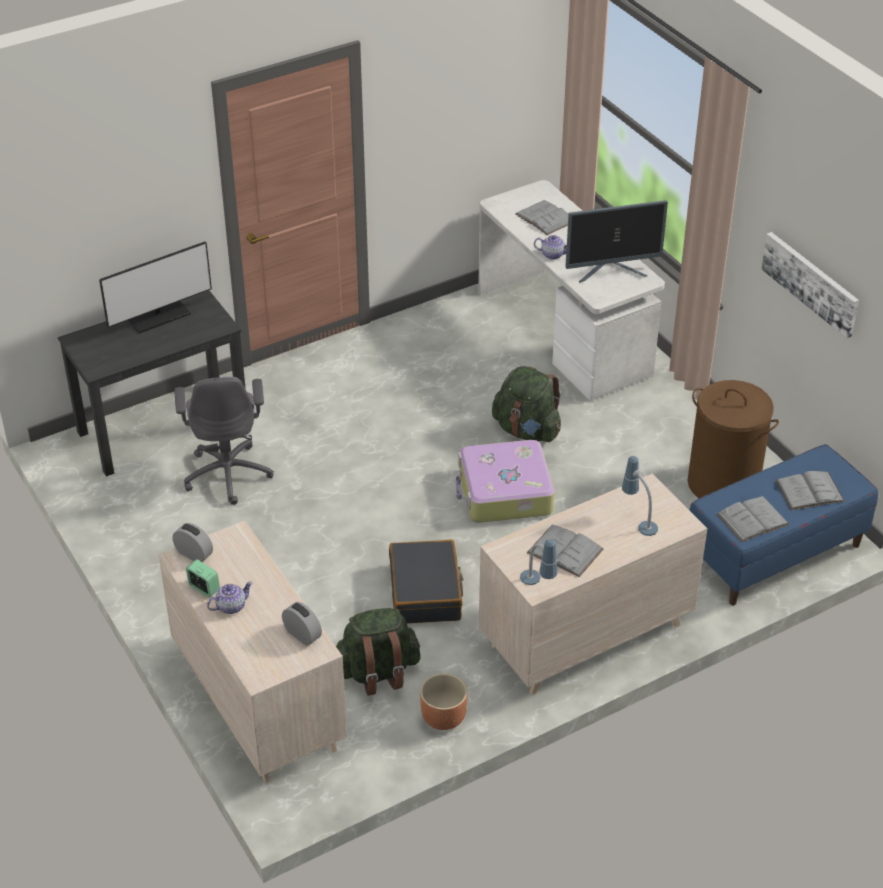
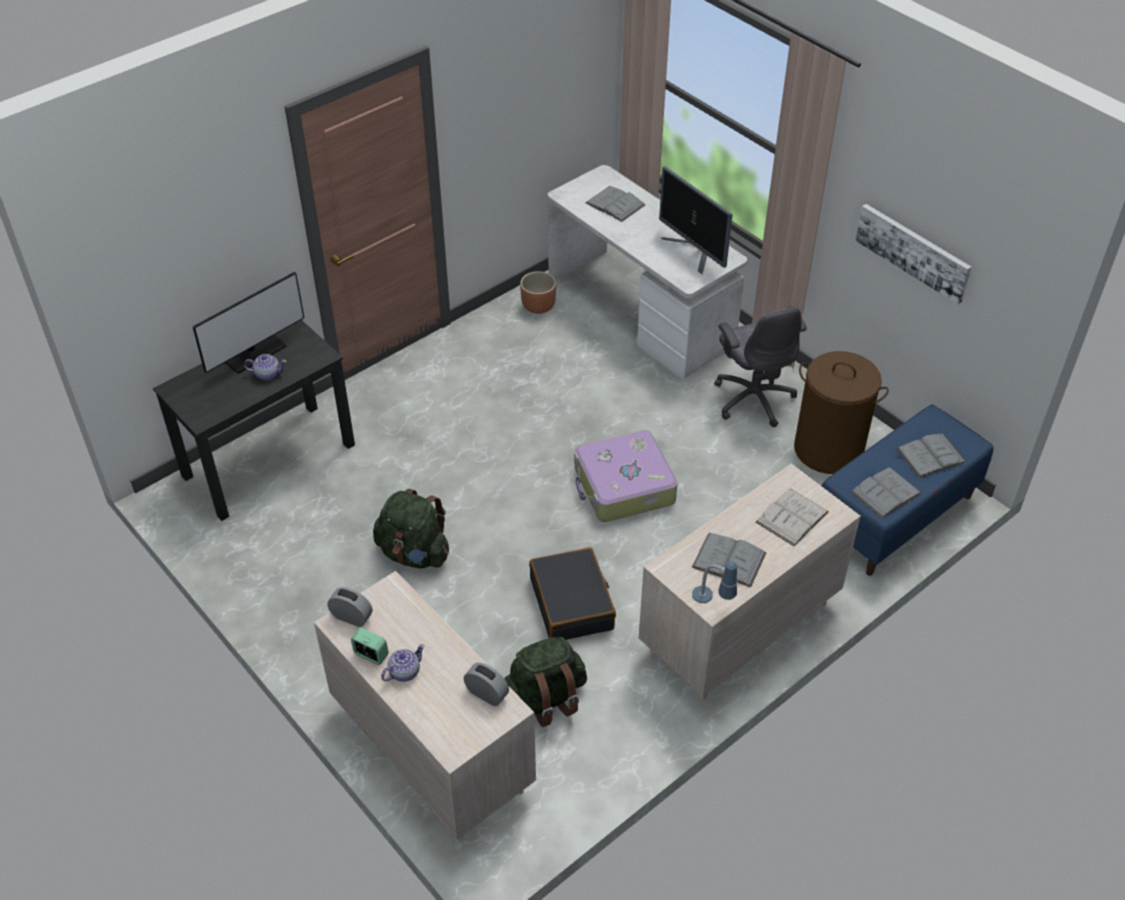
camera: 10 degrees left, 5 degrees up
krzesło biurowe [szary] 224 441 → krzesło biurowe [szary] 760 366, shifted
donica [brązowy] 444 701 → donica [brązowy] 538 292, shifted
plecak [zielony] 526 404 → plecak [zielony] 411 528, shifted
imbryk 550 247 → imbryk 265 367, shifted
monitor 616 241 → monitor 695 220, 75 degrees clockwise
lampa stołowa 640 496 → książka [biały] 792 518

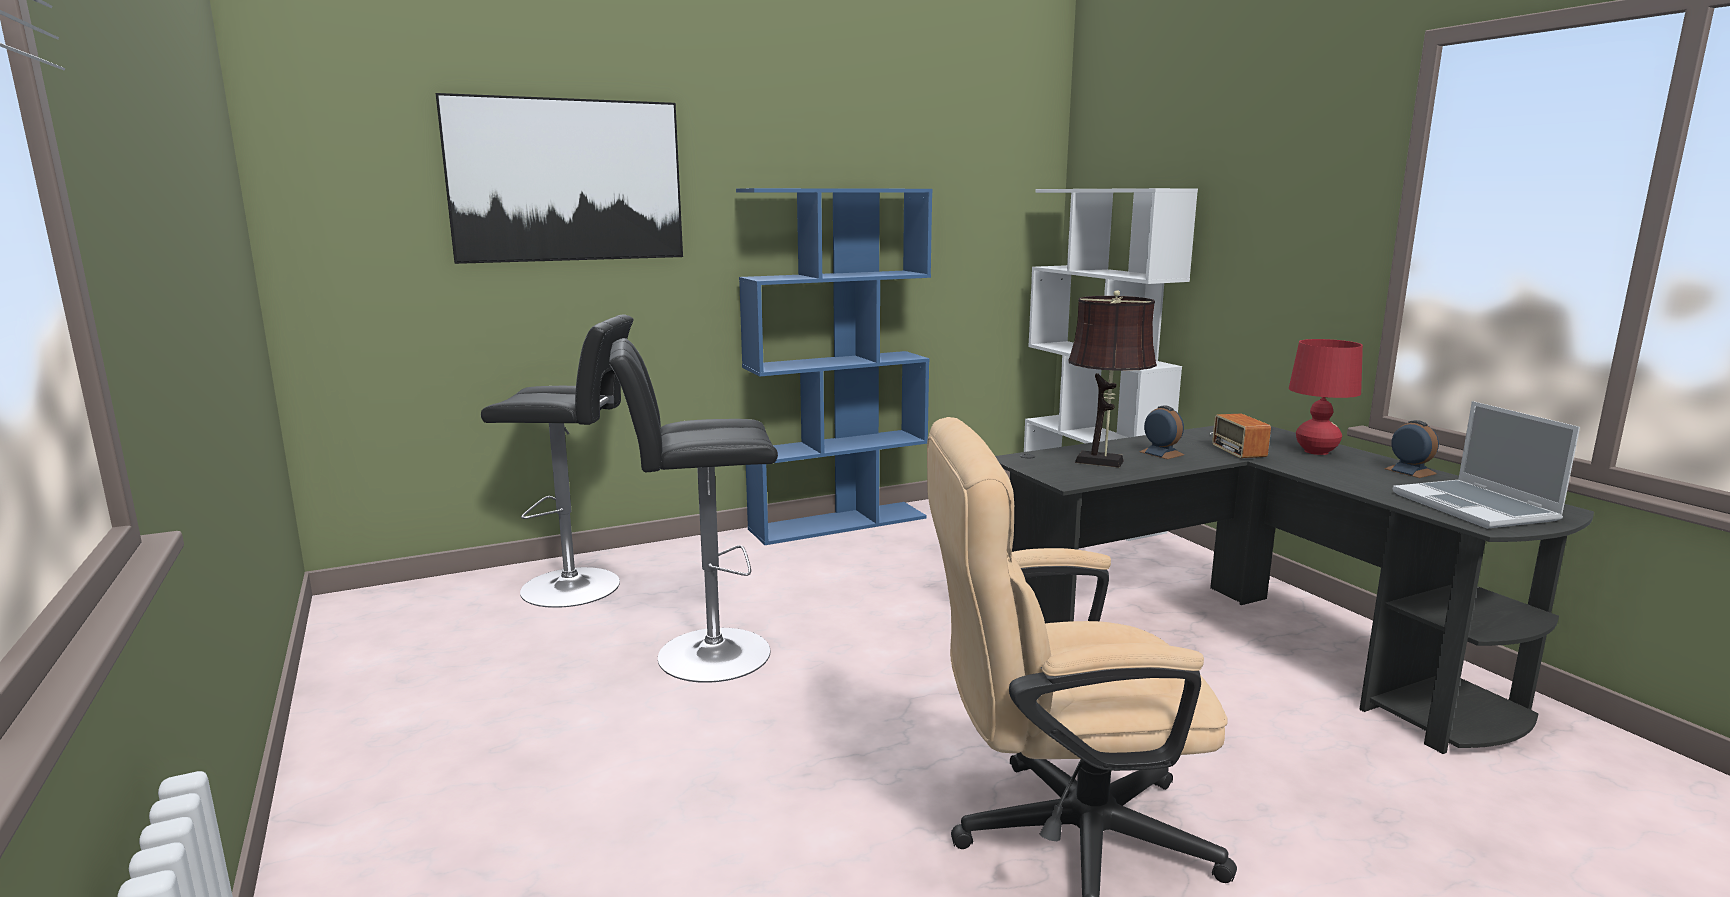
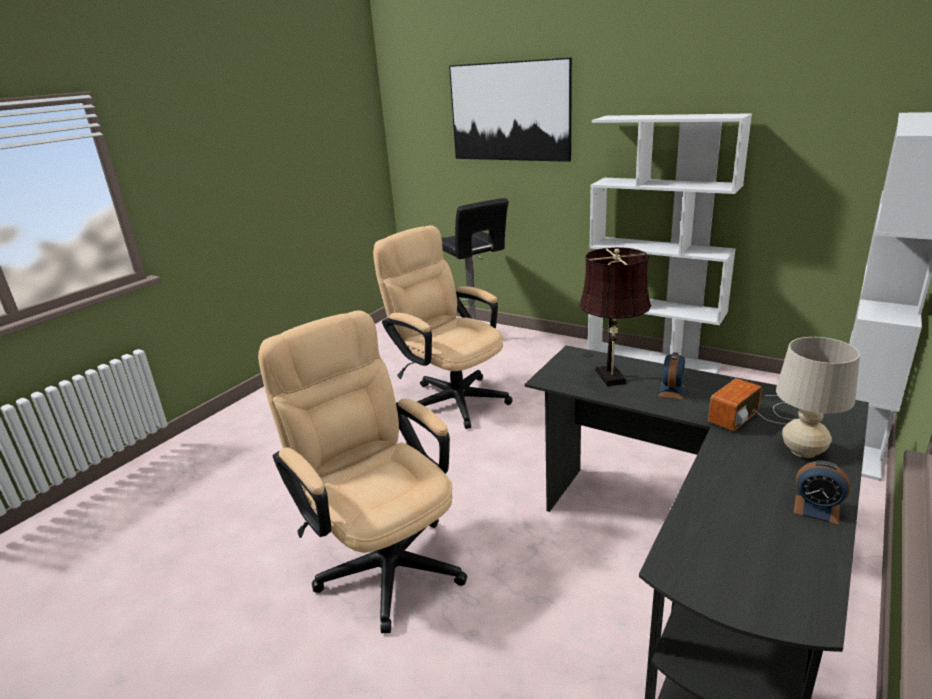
camera: 60 degrees right, 10 degrees up
stołek [czarny] 693 510 → krzesło biurowe [beżowy] 442 327
regał [niebieski] 834 366 → regał [biały] 670 243
lampa stołowa [czerwony] 1326 397 → lampa stołowa [beżowy] 818 397
budzik 1411 449 → budzik 821 492, 90 degrees clockwise
laptop 1486 465 → -

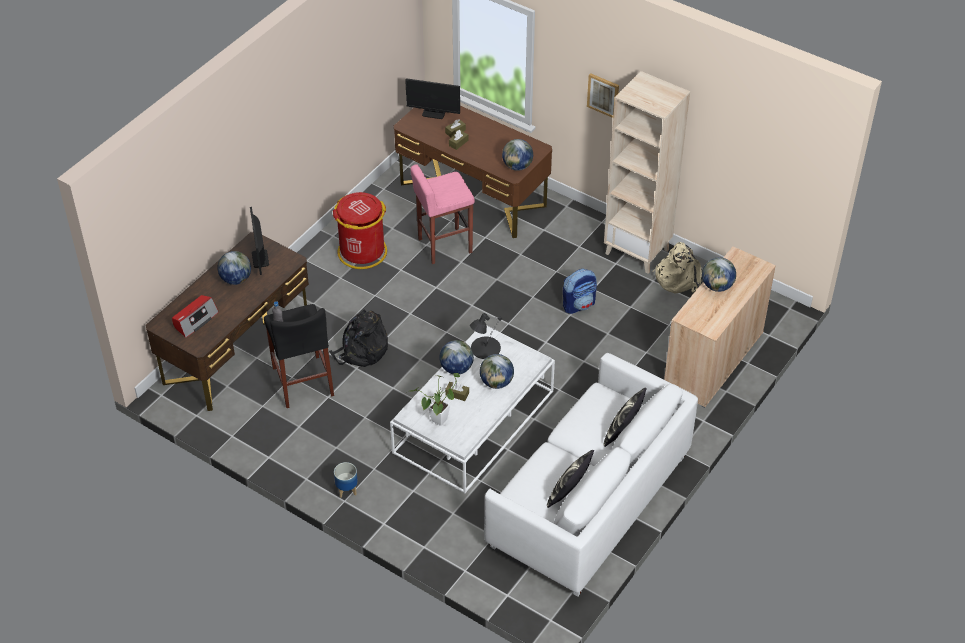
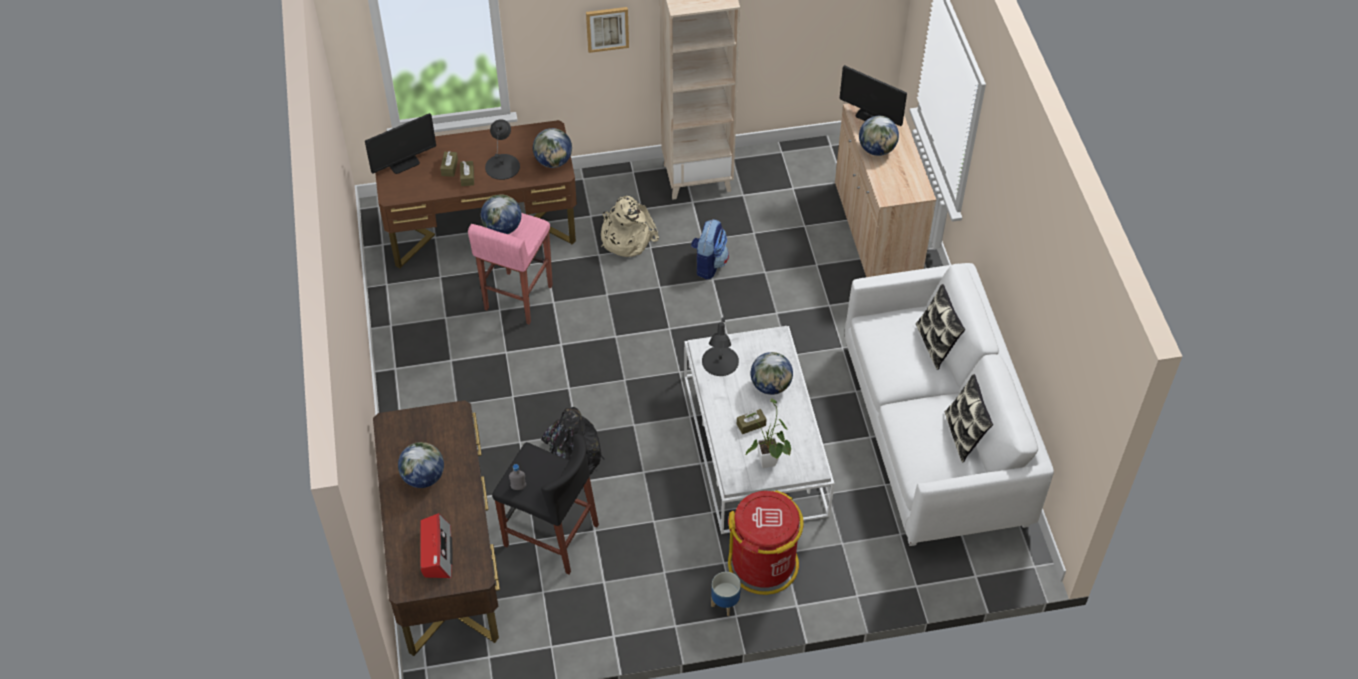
camera: 45 degrees left, 5 degrees up
monitor 259 241 → monitor 873 95, shifted
kosz na śmieci [czerwony] 360 230 → kosz na śmieci [czerwony] 766 542, shifted
globus 456 357 → globus 501 214, shifted
plecak [beżowy] 677 267 → plecak [beżowy] 630 226, shifted
- → lampa stołowa [czarny] 502 149

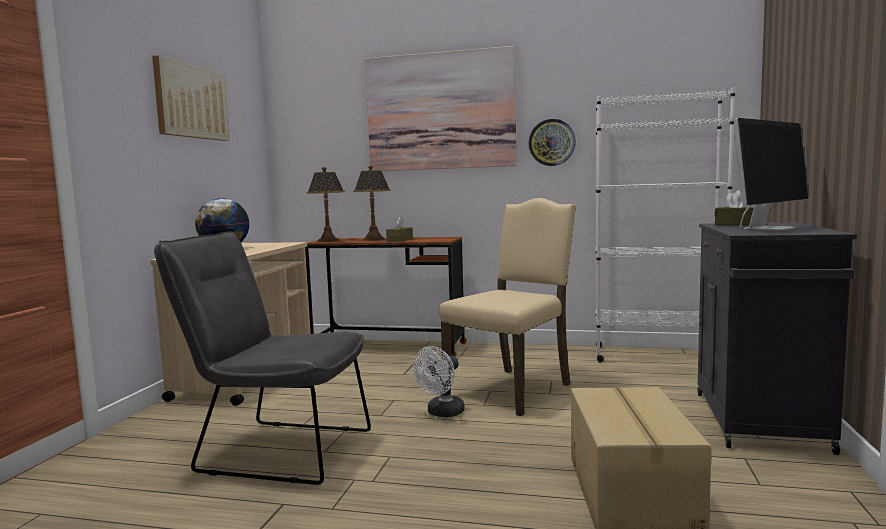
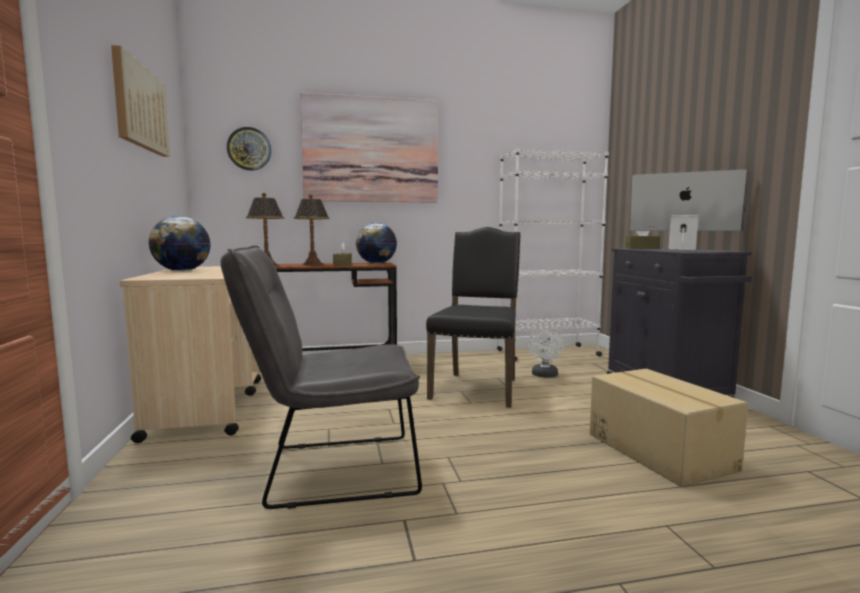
camera: 25 degrees left, 0 degrees up
wentylator [biały] 439 381 → wentylator [biały] 546 353, shifted
krzesło [beżowy] 507 307 → krzesło [czarny] 473 317
zegar ścienny 552 142 → zegar ścienny 249 149, shifted
monitor 771 174 → monitor 688 210, 90 degrees counterclockwise
- → globus 376 243

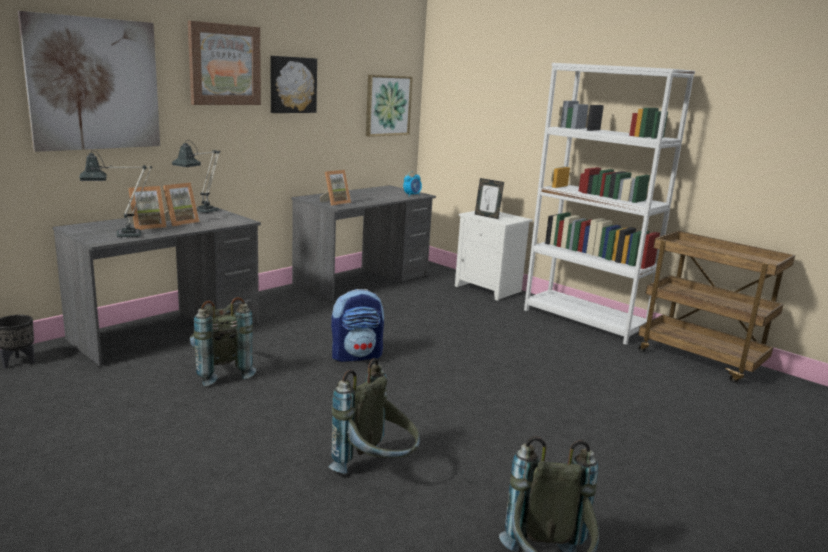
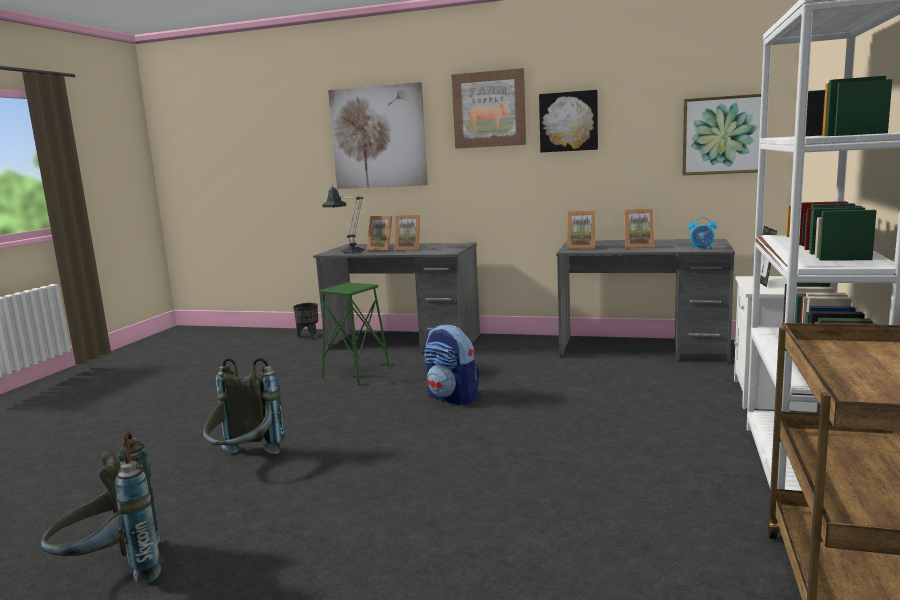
camera: 65 degrees right, 5 degrees down
lampa stołowa 196 176 → -
plecak [szary] 223 341 → stołek [zielony] 355 333
- → ramka na zdjęcie 639 228

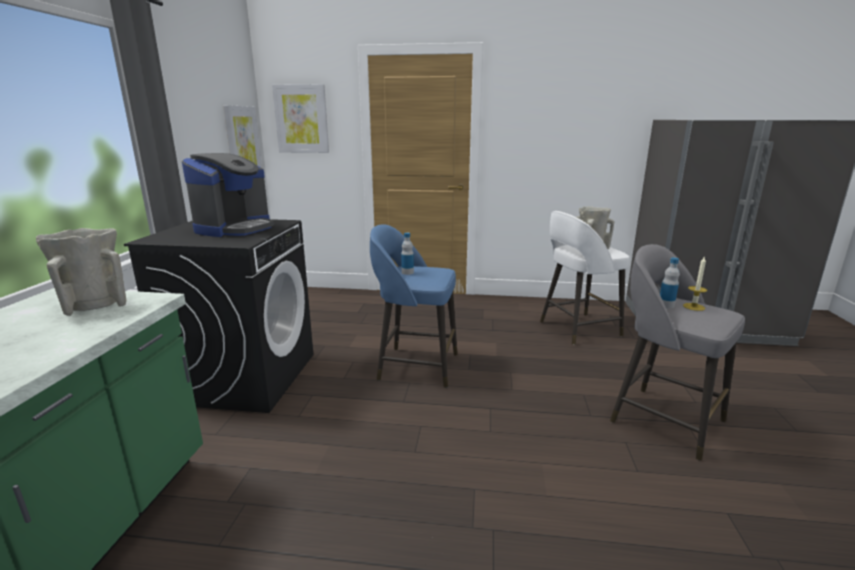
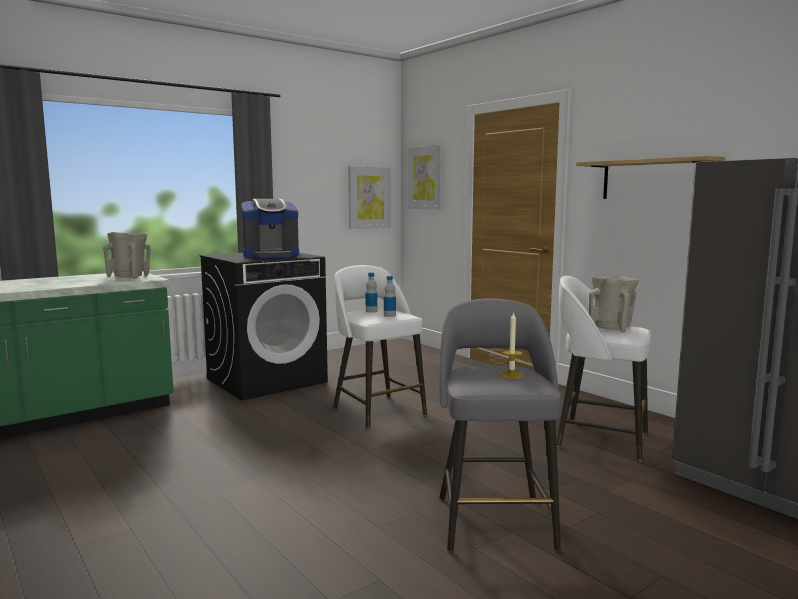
camera: 45 degrees right, 10 degrees down
stołek [niebieski] 414 306 → stołek [biały] 380 347
butelka 670 283 → butelka 390 296, shifted
- → półka 650 177

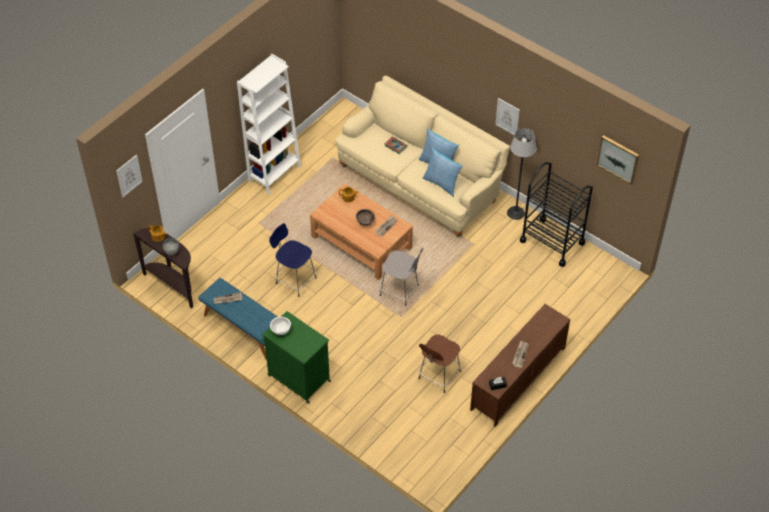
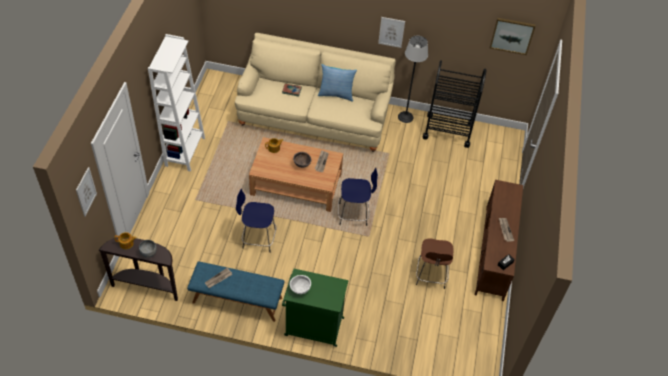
camera: 30 degrees left, 0 degrees up
stołek [szary] 401 277 → stołek [niebieski] 358 197
poduszka 443 172 → -

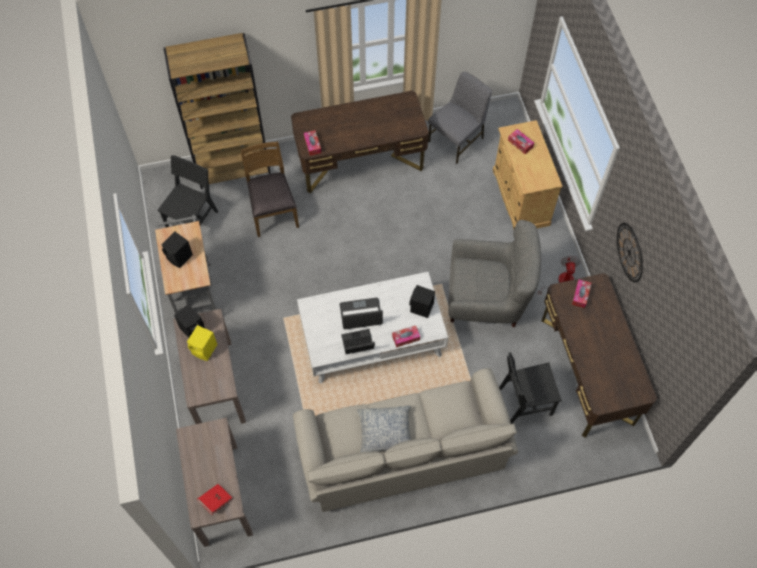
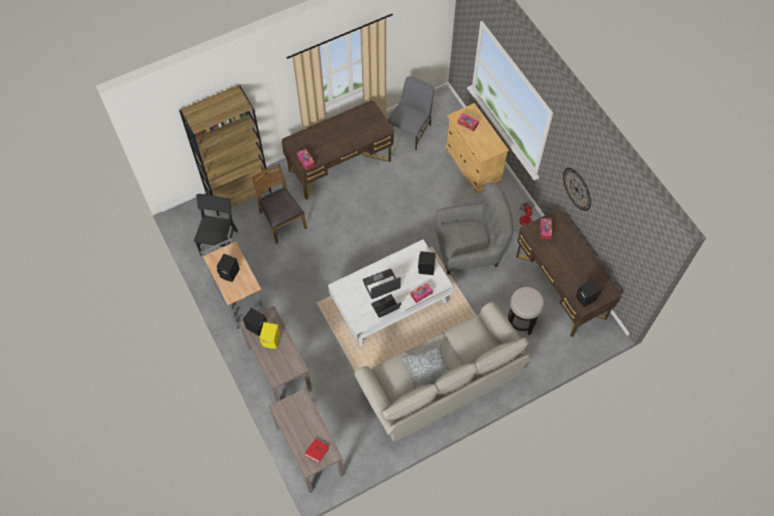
camera: 15 degrees left, 0 degrees up
krzesło [czarny] 530 388 → stołek 526 310
- → głośnik [czarny] 588 293

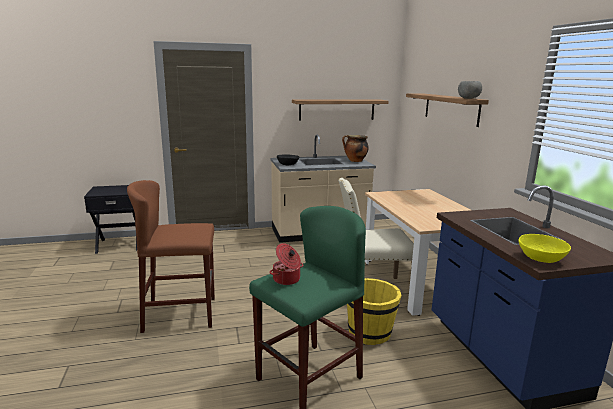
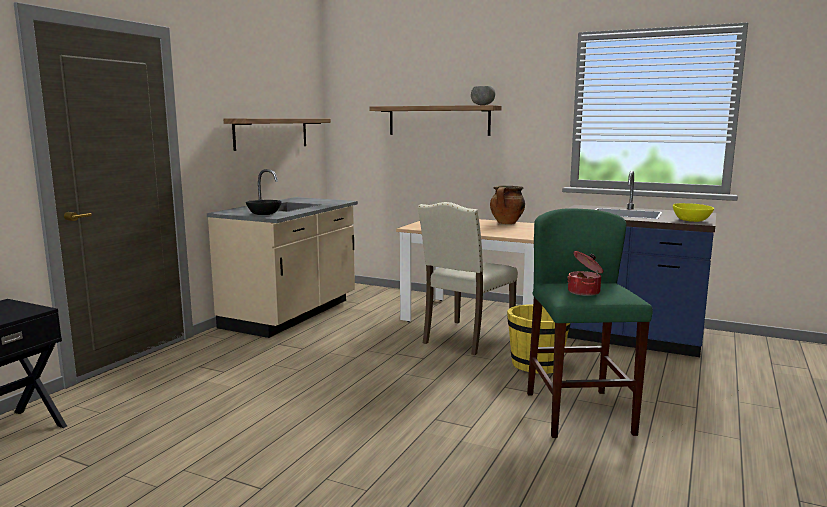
camera: 50 degrees left, 5 degrees down
stołek [brązowy] 171 256 → -
garnek 355 148 → garnek 507 205, shifted

